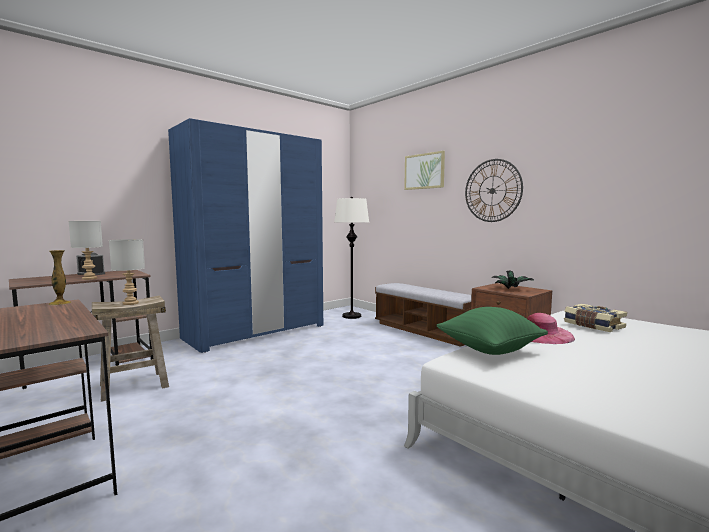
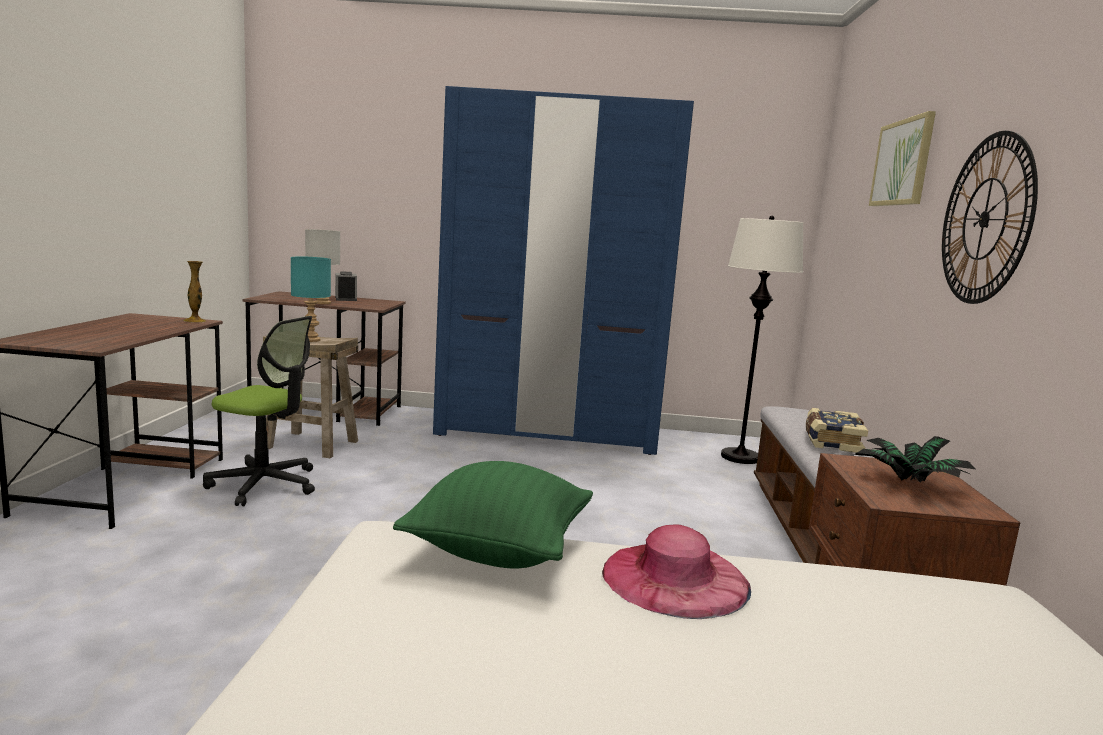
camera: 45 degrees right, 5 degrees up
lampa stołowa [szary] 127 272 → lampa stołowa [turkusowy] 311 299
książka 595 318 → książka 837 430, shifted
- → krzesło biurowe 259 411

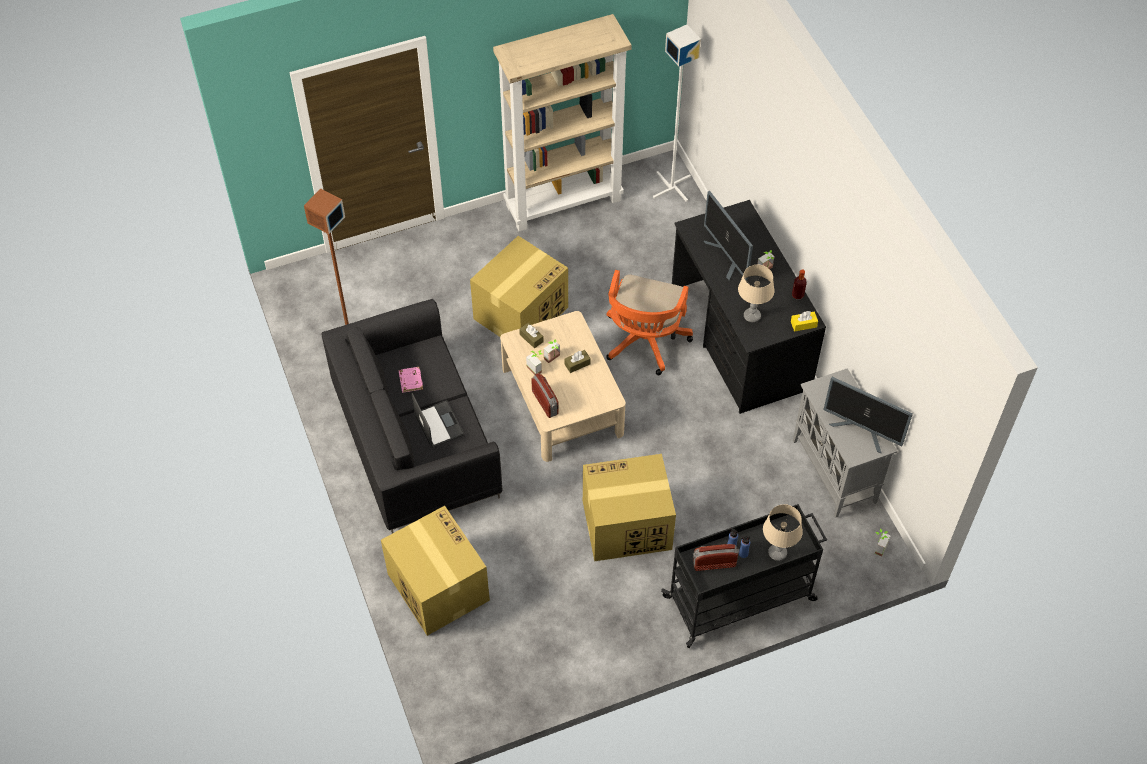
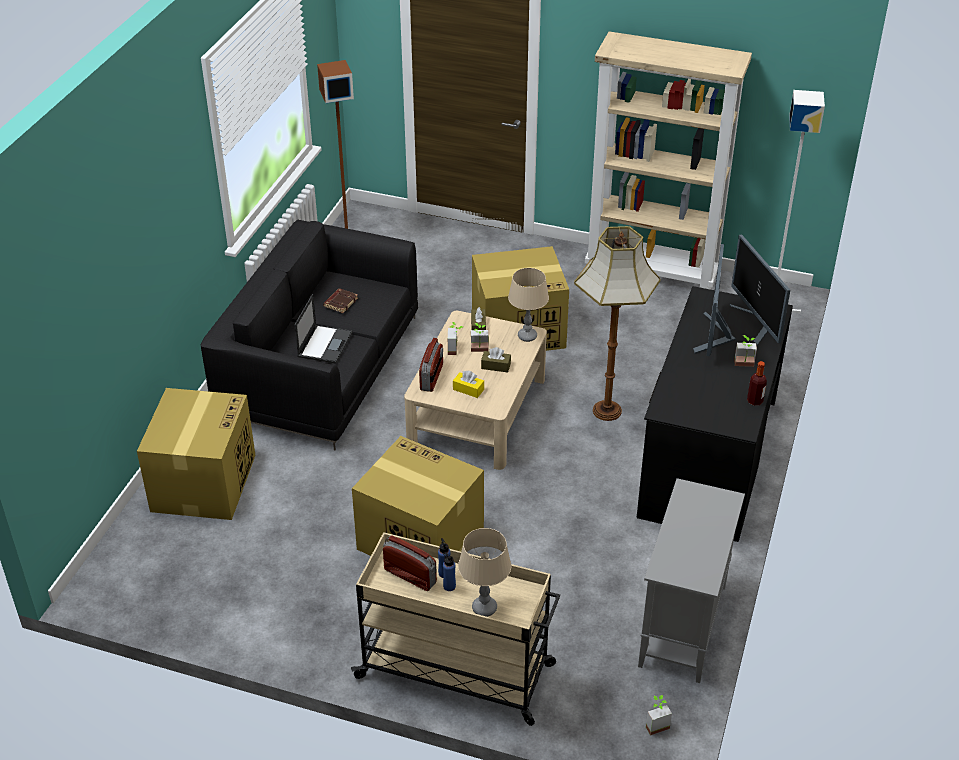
camera: 40 degrees right, 15 degrees down
książka [różowy] 411 380 → książka [brązowy] 340 300
krzesło biurowe [pomarańczowy] 649 322 → lampa stojąca 617 323
wózek [czarny] 744 576 → wózek [beżowy] 455 629
lampa stołowa [beżowy] 756 293 → lampa stołowa [beżowy] 528 305, shifted
pudełko chusteczek [żółty] 804 321 → pudełko chusteczek [żółty] 468 384, shifted
monitor 868 415 → monitor 760 290, shifted

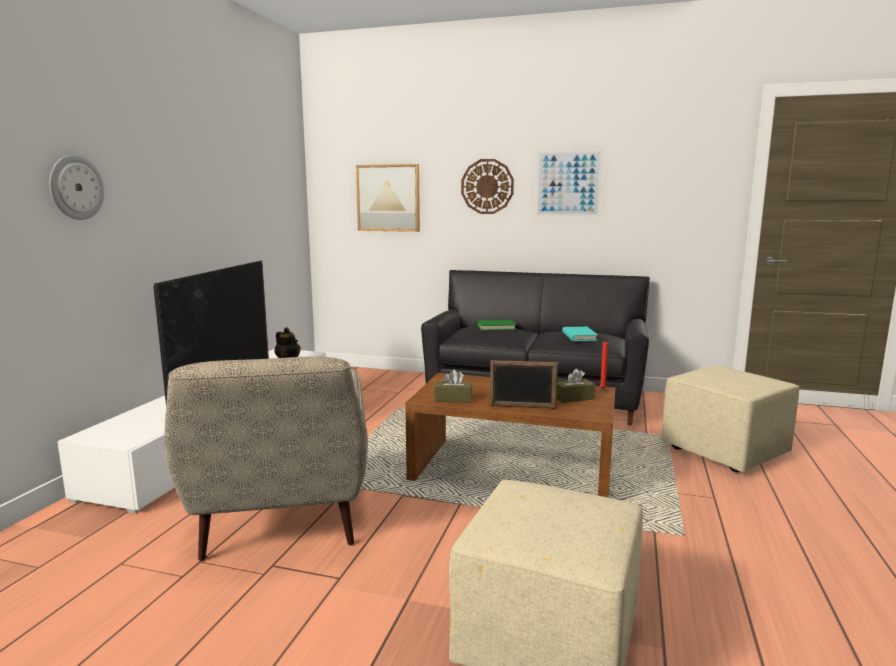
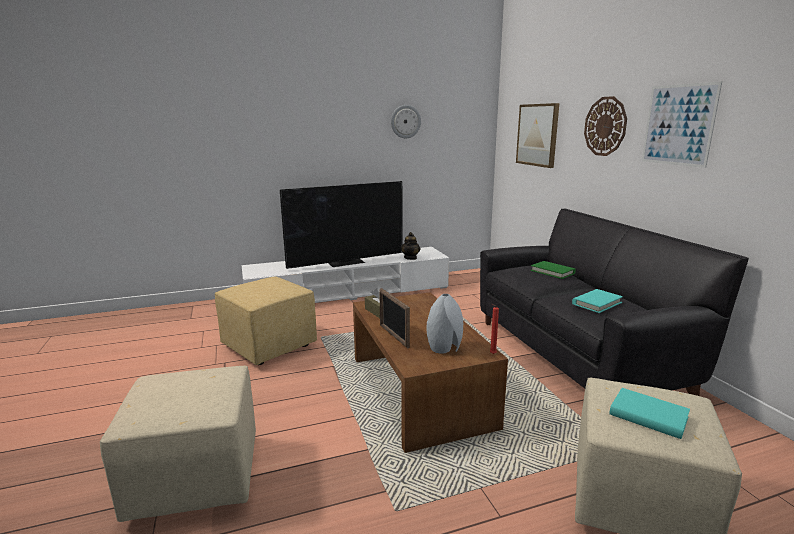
camera: 55 degrees right, 5 degrees up
zegar ścienny 76 187 → zegar ścienny 406 121, shifted
fotel [beżowy] 266 458 → pufa [żółty] 266 321
pudełko chusteczek [brązowy] 576 386 → wazon [szary] 445 324
- → książka [turkusowy] 649 413

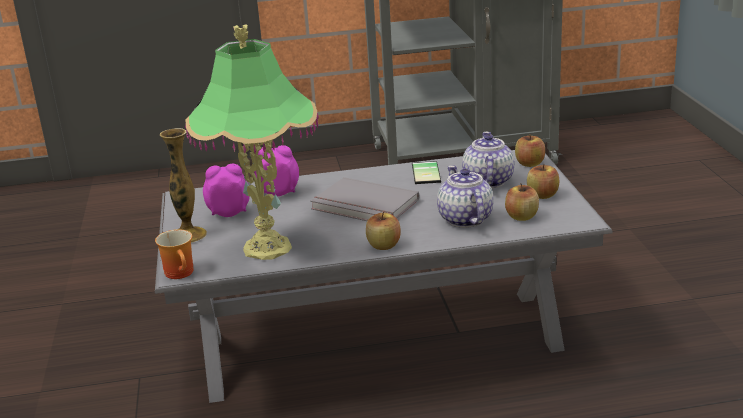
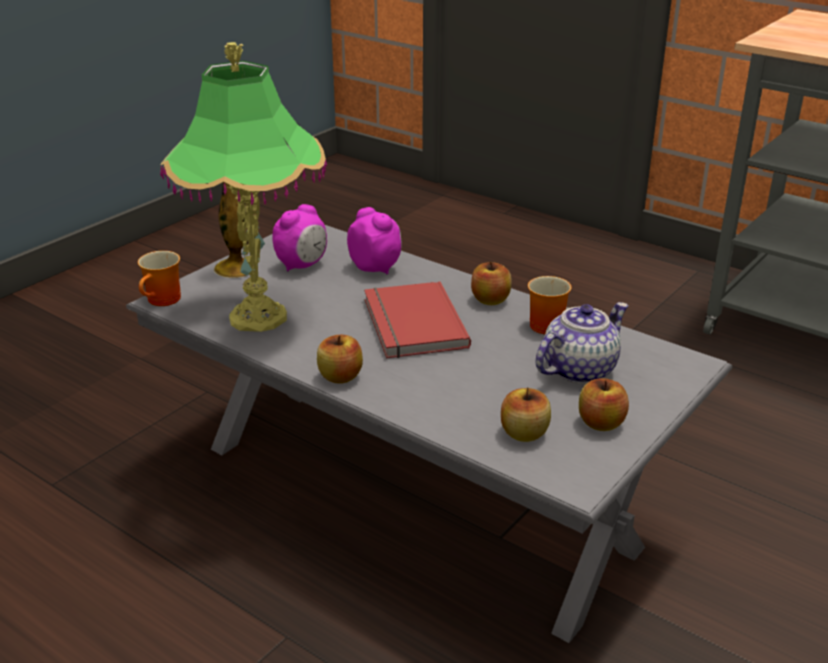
camera: 45 degrees right, 5 degrees up
budzik 226 190 → budzik 299 237, 90 degrees clockwise
książka [szary] 364 199 → książka [czerwony] 417 320
telefon 426 172 → kubek 550 305
imbryk 465 197 → -
jabłko 530 151 → jabłko 491 283, shifted

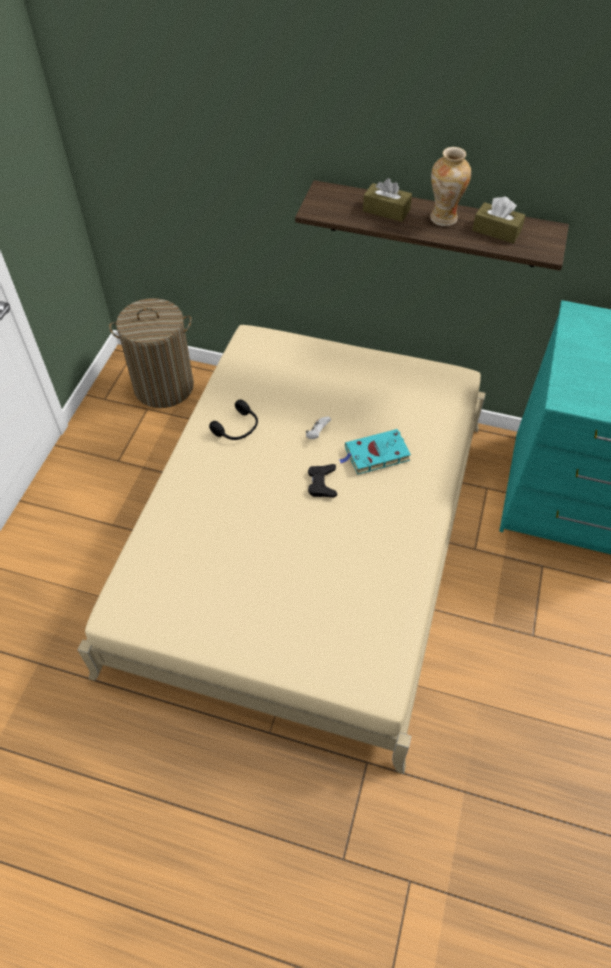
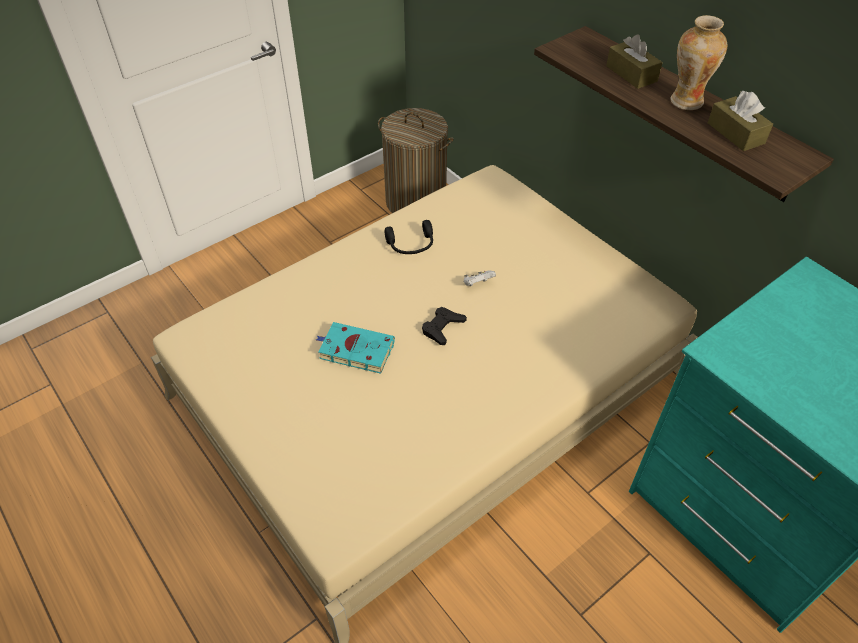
camera: 35 degrees right, 5 degrees down
książka [turkusowy] 375 452 → książka [turkusowy] 355 348, shifted

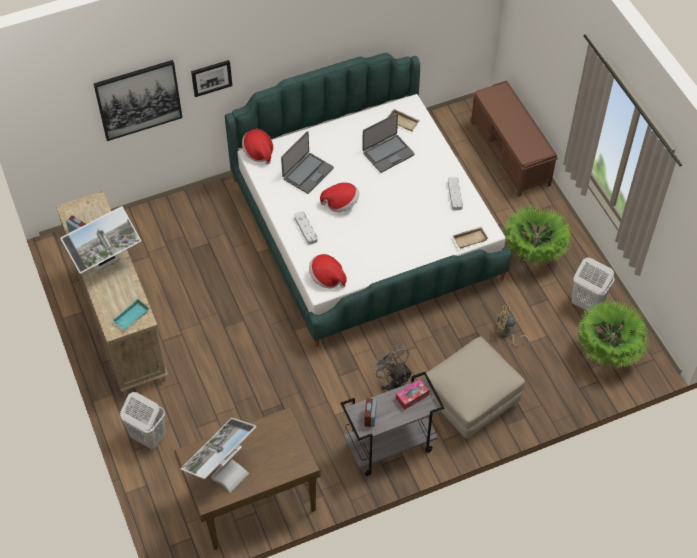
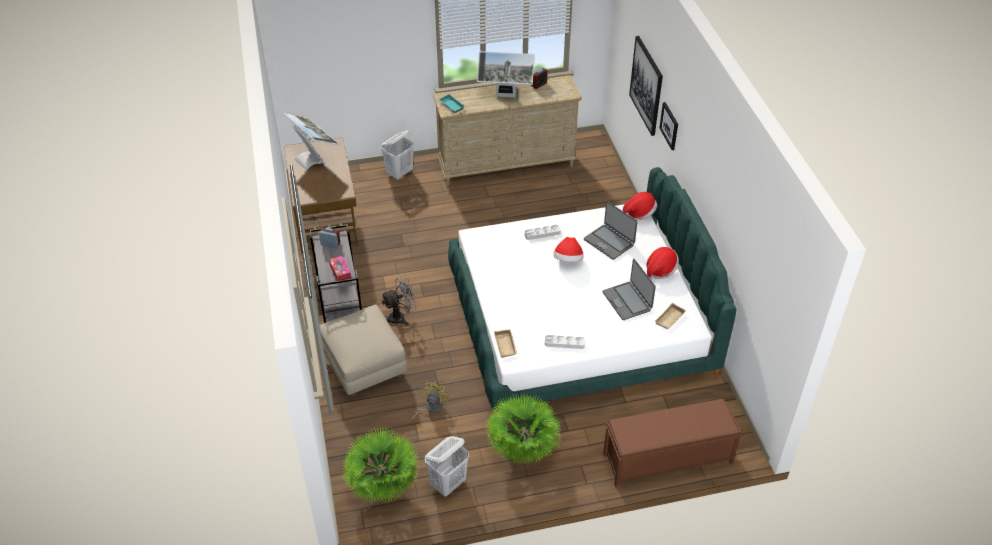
camera: 100 degrees right, 10 degrees down
monitor 100 240 → monitor 506 74, 60 degrees counterclockwise
kapelusz 328 271 → kapelusz 663 263, shifted

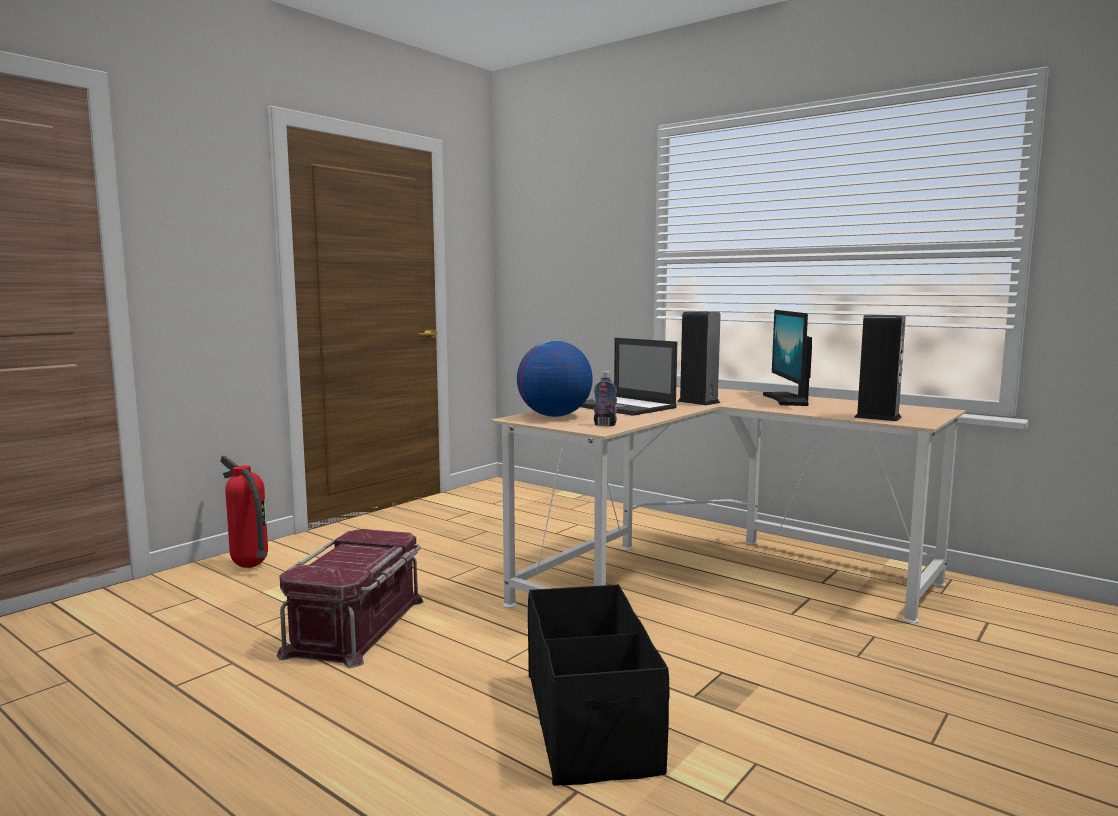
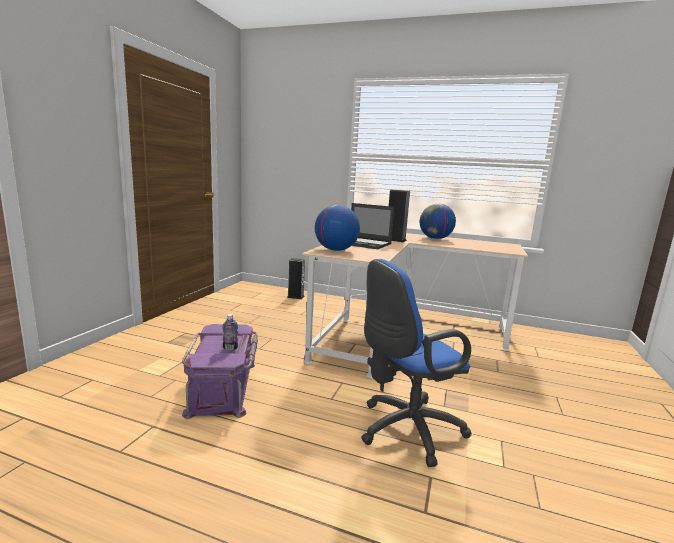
camera: 20 degrees left, 5 degrees up
gaśnica 244 512 → -
pojemnik do przechowywania [czerwony] 350 598 → pojemnik do przechowywania [fioletowy] 220 371
pojemnik do przechowywania [czarny] 599 685 → krzesło biurowe [niebieski] 416 363
butelka 605 398 → butelka 230 332, shifted
monitor 787 358 → globus 438 221
głośnik 880 368 → głośnik 296 278, shifted

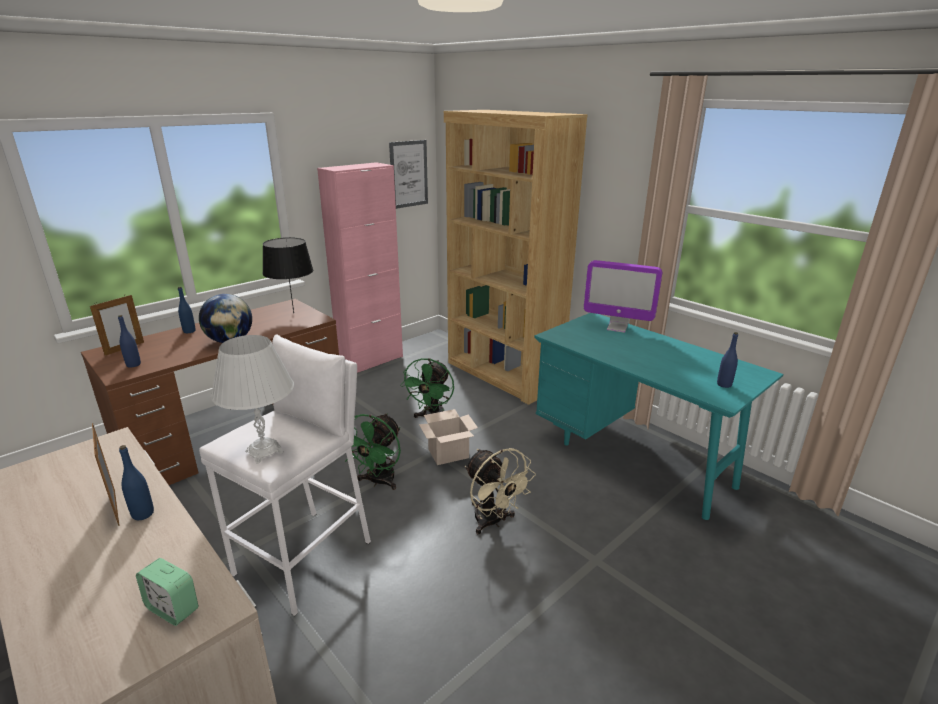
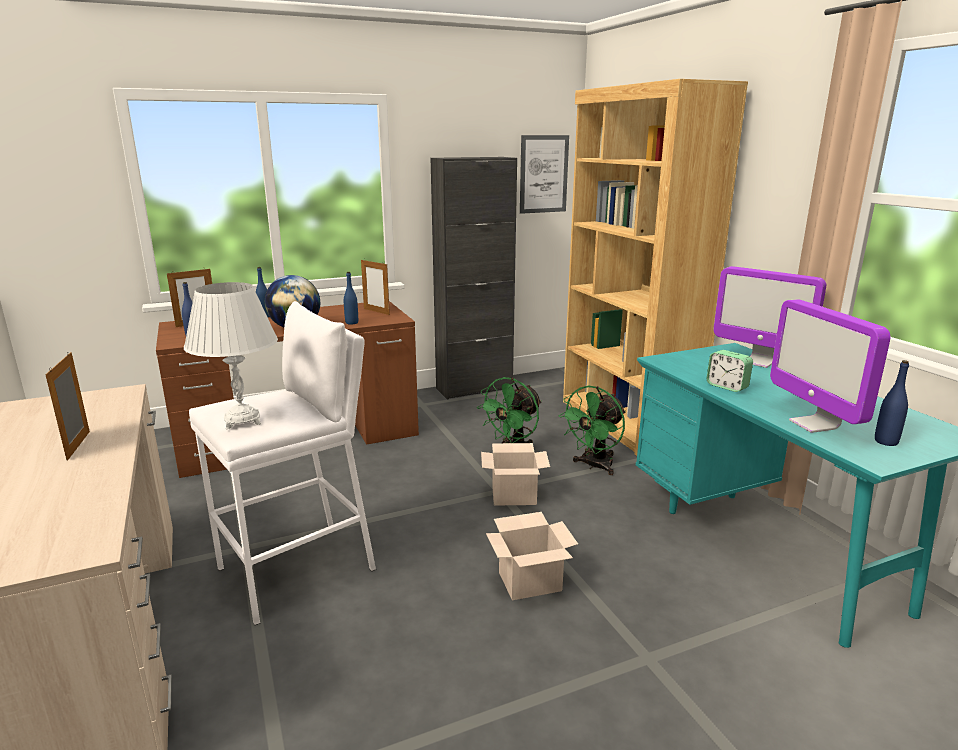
camera: 20 degrees right, 5 degrees down
butelka [niebieski] 136 482 → butelka [niebieski] 351 298, shifted
budzik 167 592 → budzik 730 371, shifted
lampa stołowa [czarny] 287 275 → ramka na zdjęcie 375 287
szafka [różowy] 360 267 → szafka [czarny] 474 278
wentylator [zielony] 373 451 → wentylator [zielony] 592 430, shifted
wentylator [beżowy] 500 491 → karton 532 556
- → monitor 830 366

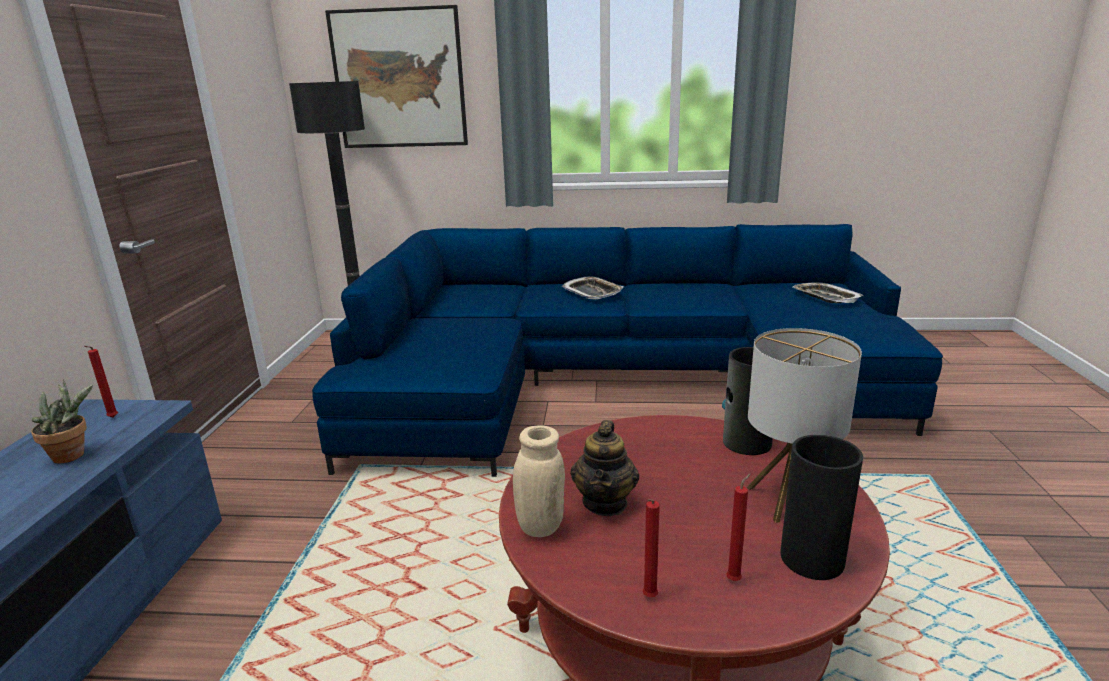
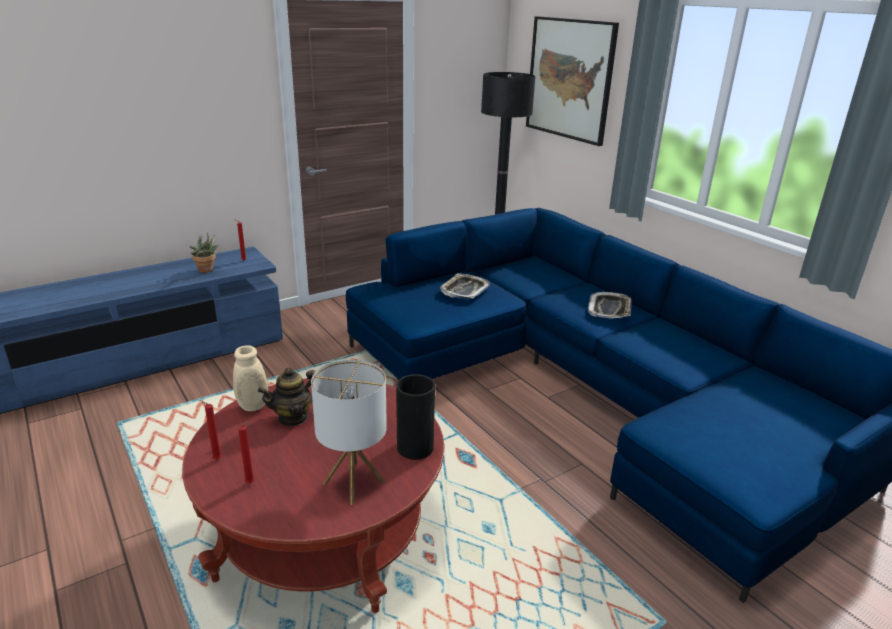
camera: 50 degrees right, 5 degrees up
wazon 822 507 → -
taca 828 293 → taca 465 286, shifted

